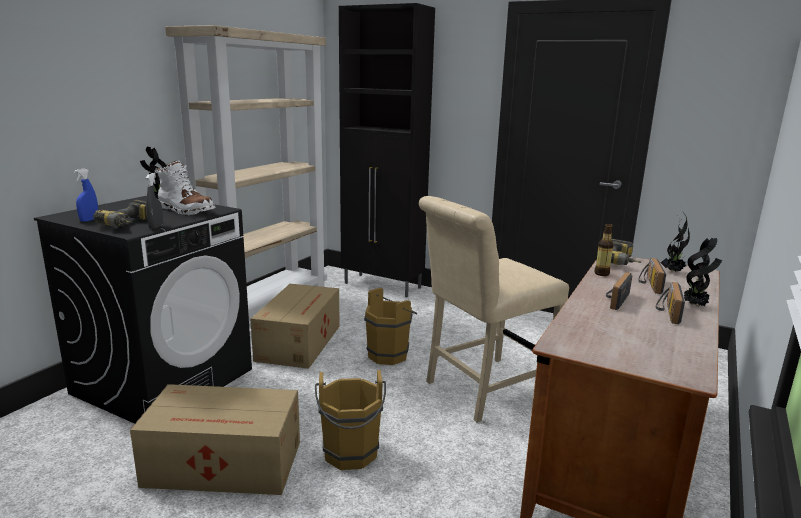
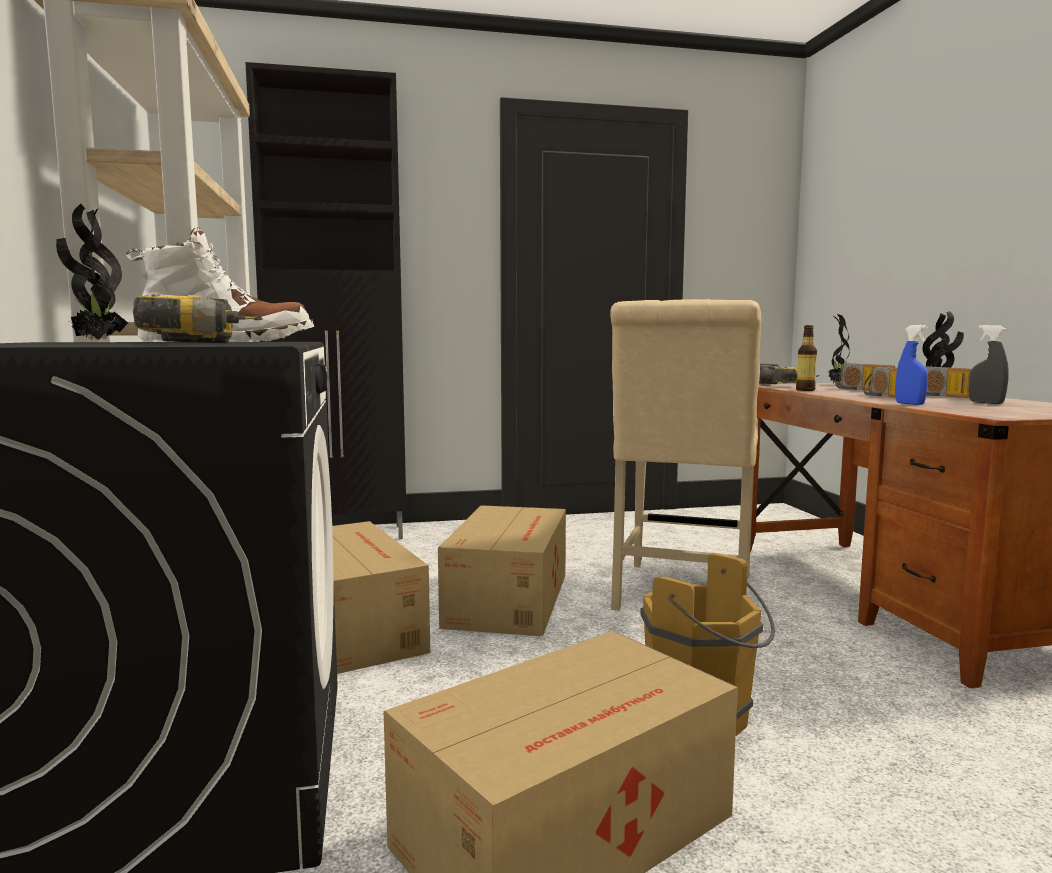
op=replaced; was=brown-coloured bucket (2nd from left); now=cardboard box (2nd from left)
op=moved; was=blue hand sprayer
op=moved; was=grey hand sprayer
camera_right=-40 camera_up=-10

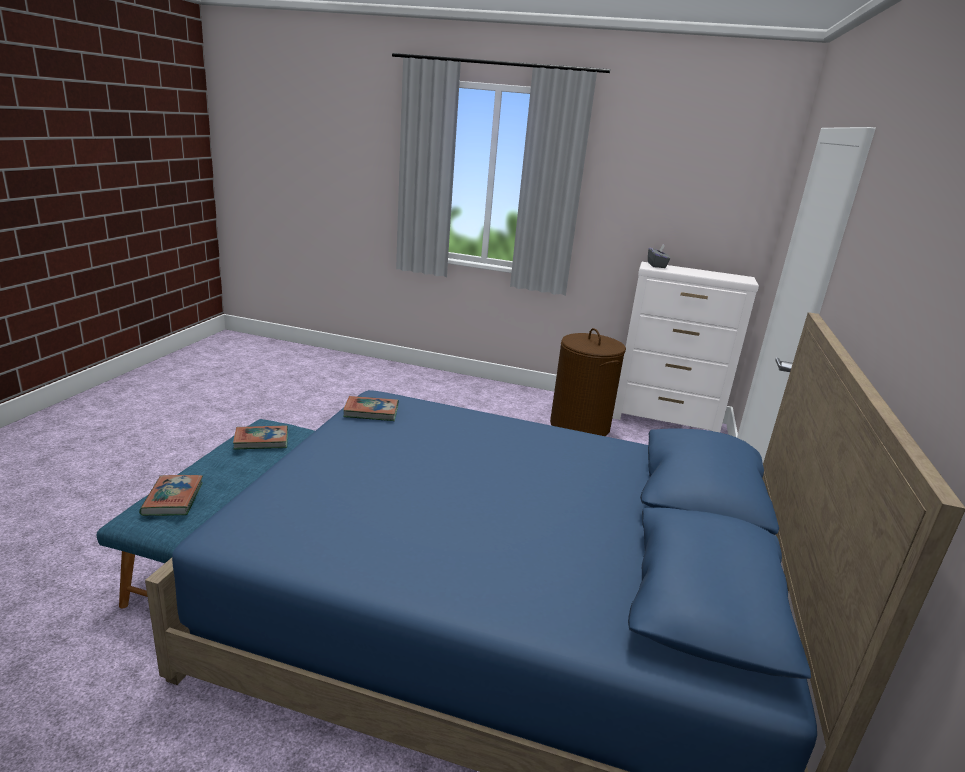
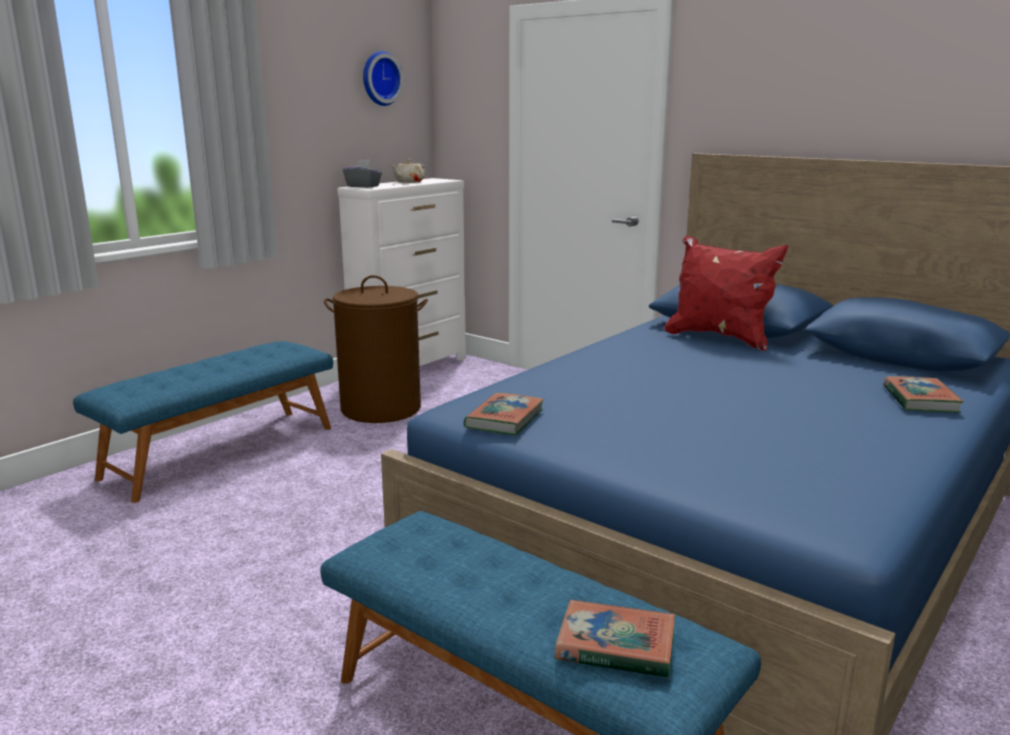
op=added; now=blue long seat (1st from left)
op=added; now=hanging clock
op=added; now=beige-coloured teapot
op=added; now=red-coloured pillow
op=moved; was=volume (2nd from left in the first image); now=volume (3rd from left)
camera_right=-65 camera_up=-5

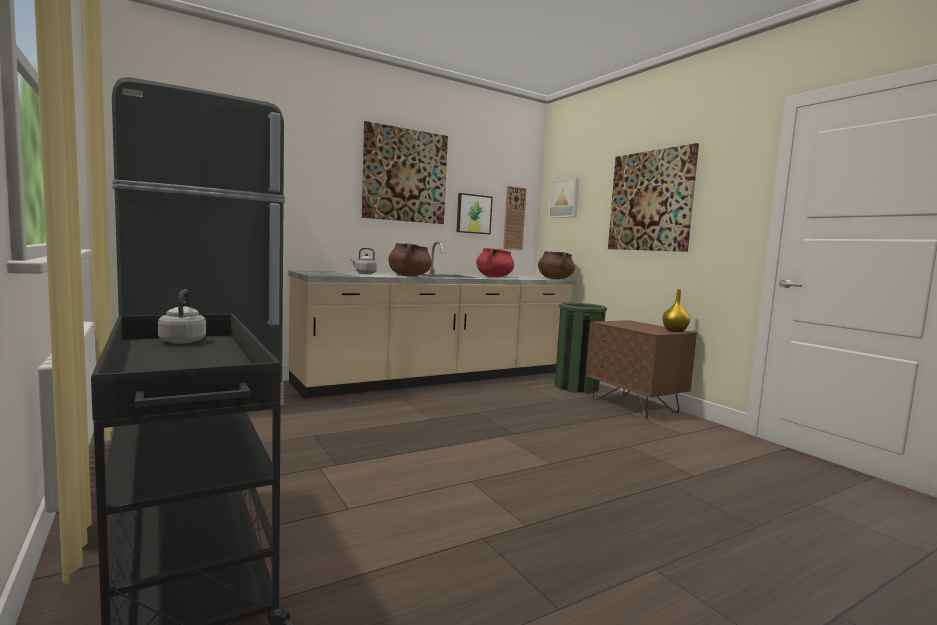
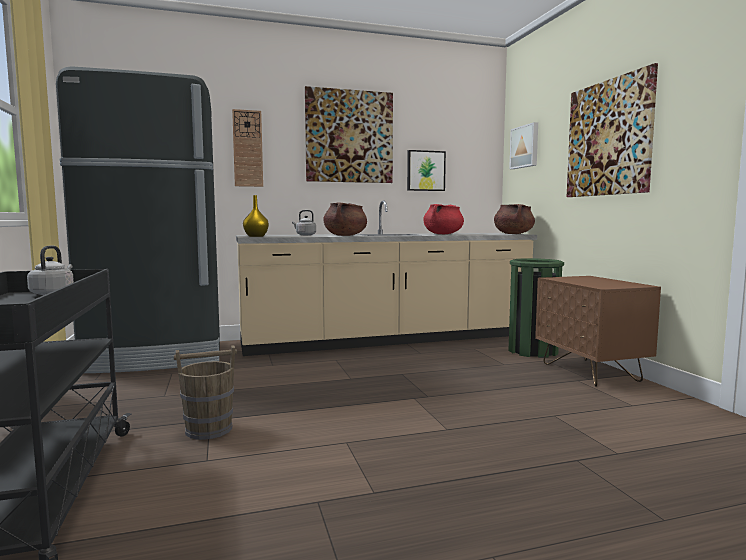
op=added; now=brown-coloured bucket
op=moved; was=hanging clock
op=moved; was=yellowish flower vase
camera_right=15 camera_up=0

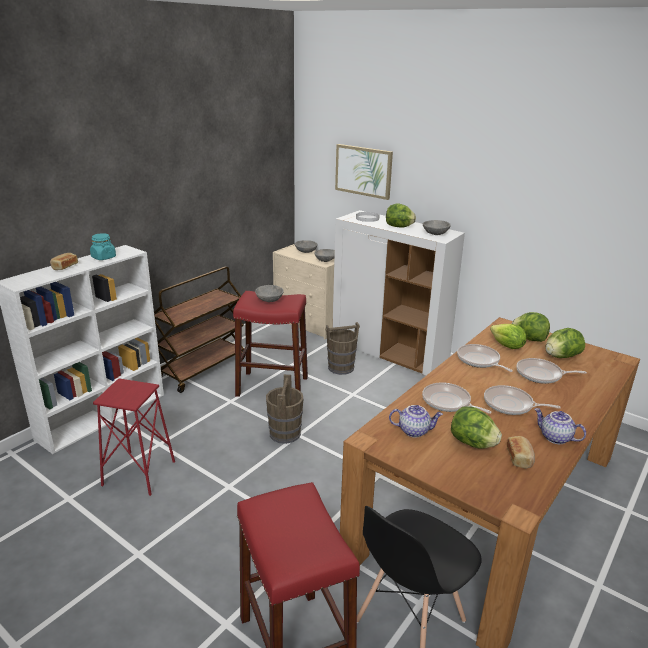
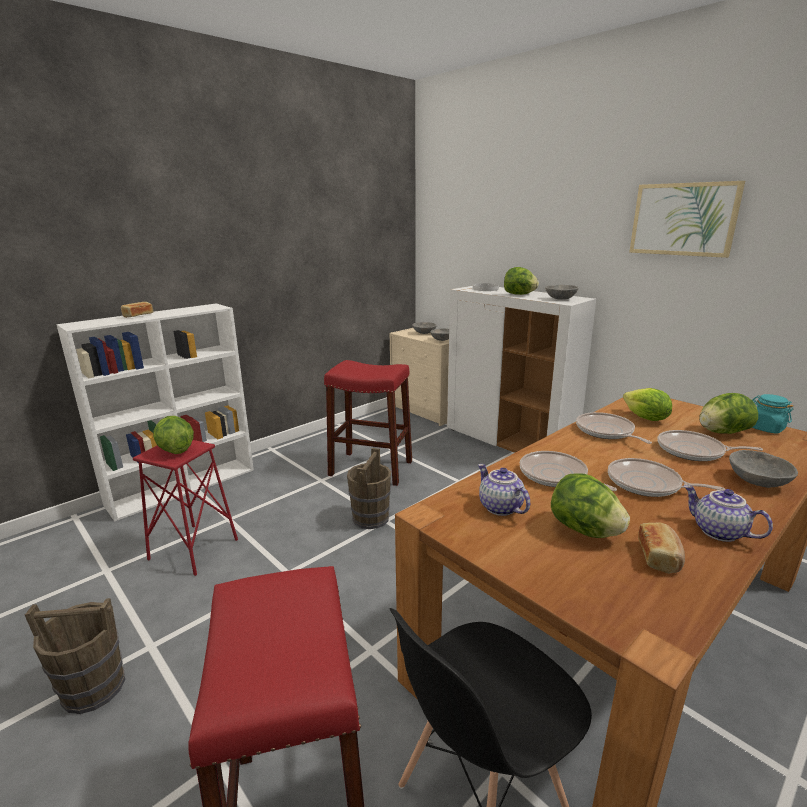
op=moved; was=brown-coloured bucket (2nd from left in the first image); now=brown-coloured bucket (1st from left)
op=moved; was=head of lettuce (4th from left in the first image); now=head of lettuce (1st from left)
op=turned; was=teapot (1st from left); clockwise=-135
op=moved; was=picture
op=moved; was=grey bowl (1st from left in the first image); now=grey bowl (4th from left)
op=moved; was=turquoise-coloured storage jar
op=removed; was=brown-coloured wheeled cart
camera_right=10 camera_up=-5

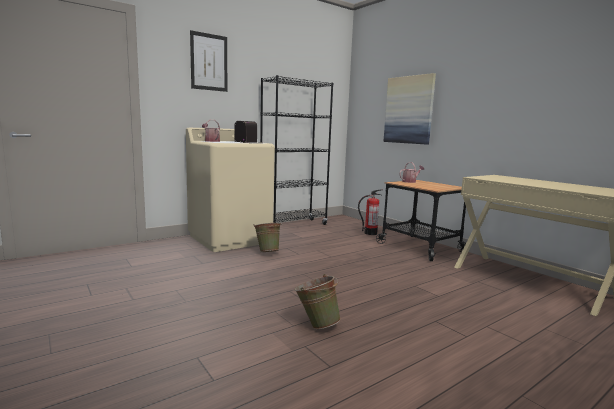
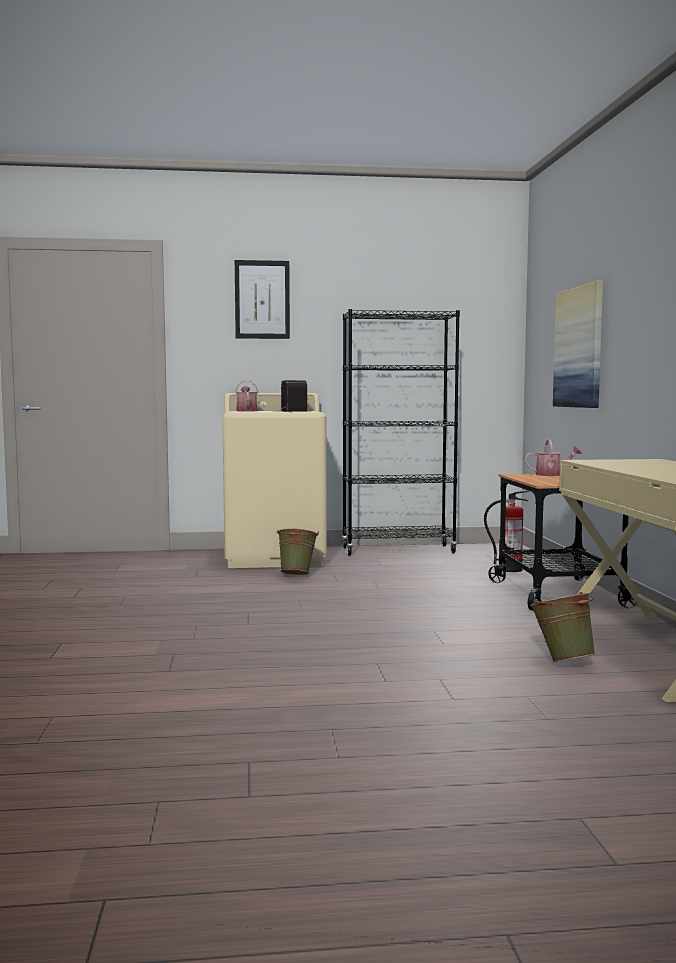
op=moved; was=greenish bucket (2nd from left)
camera_right=30 camera_up=-5

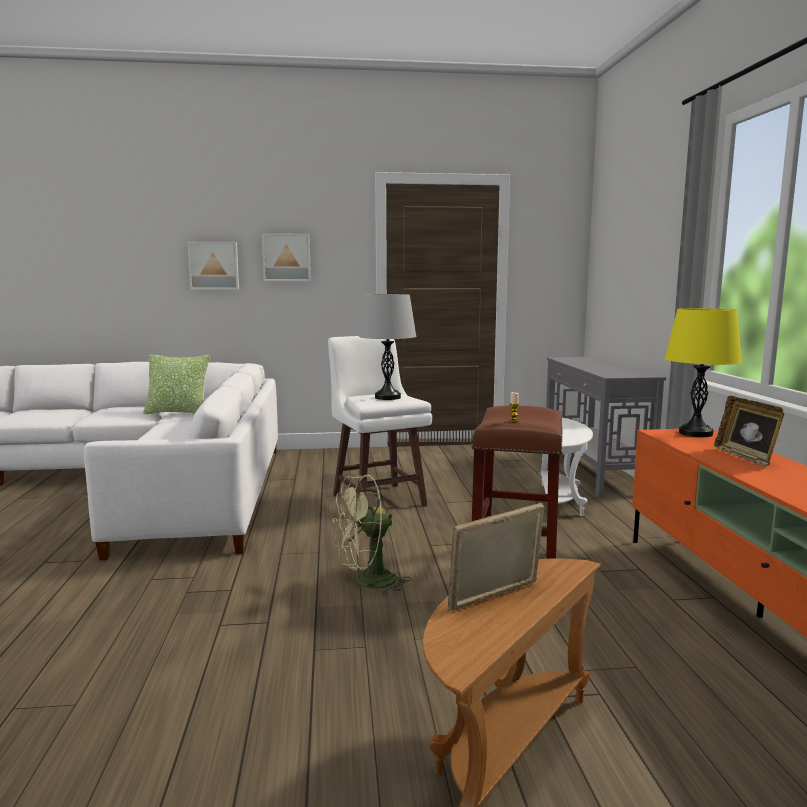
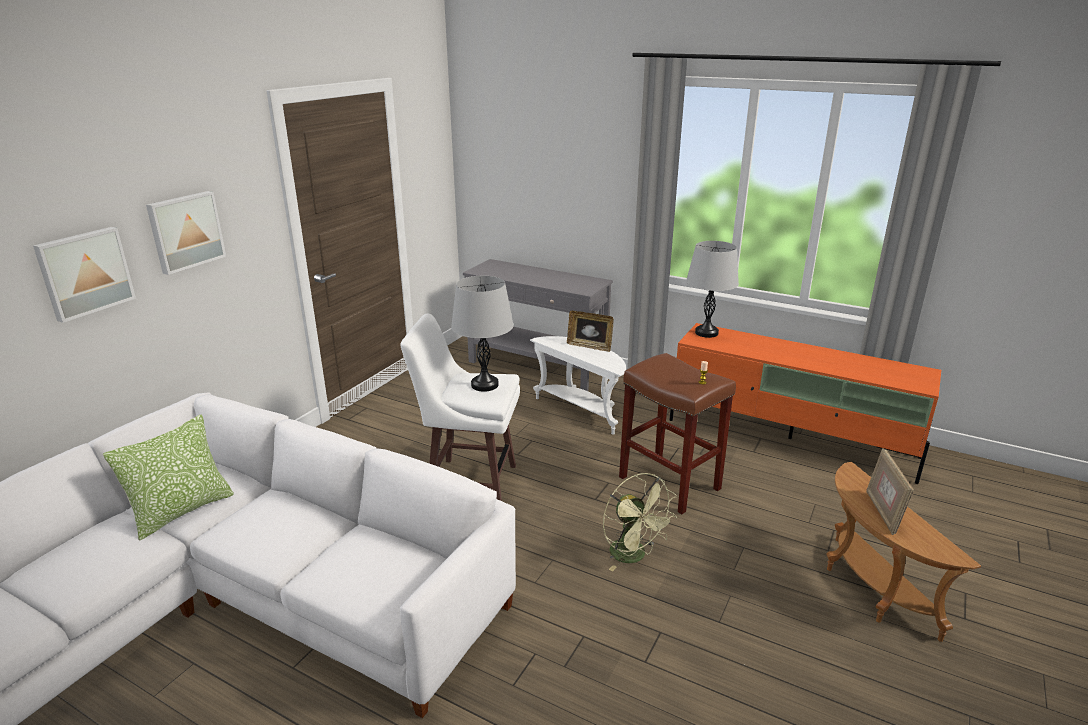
op=moved; was=standing frame (2nd from left in the first image); now=standing frame (1st from left)
op=turned; was=greenish cooling fan; clockwise=-45
op=recoloured; was=yellowish tabletop lamp; now=grey tabletop lamp (2nd from left)
camera_right=-55 camera_up=15

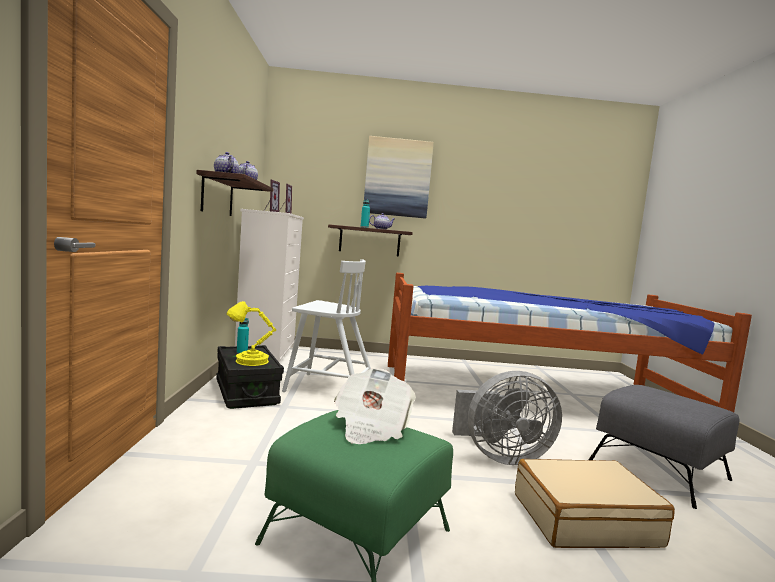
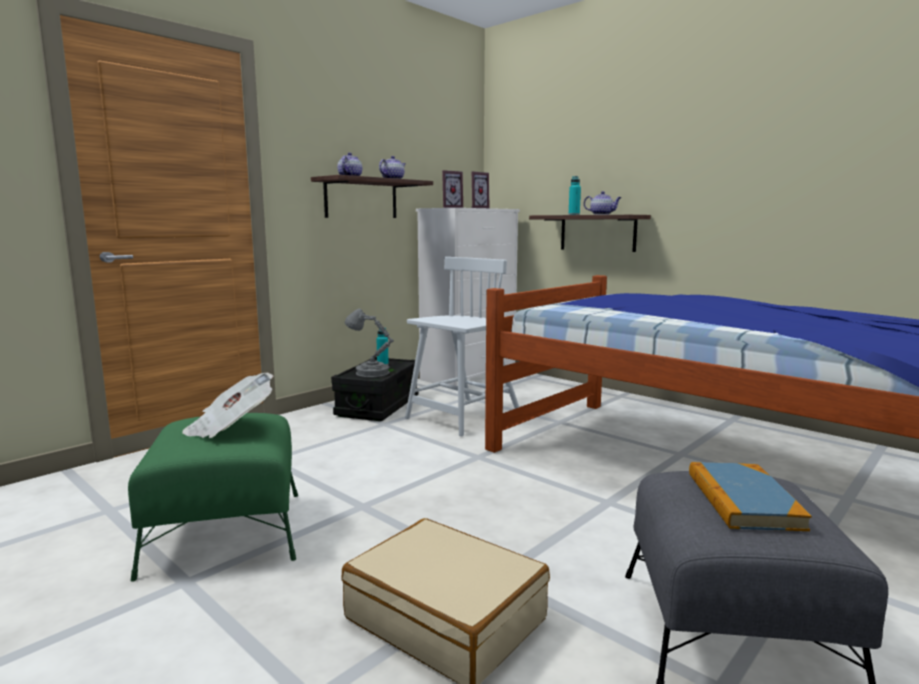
op=recoloured; was=yellowish tabletop lamp; now=grey tabletop lamp
op=turned; was=whitish chair; clockwise=-105
op=added; now=volume
op=removed; was=picture
op=removed; was=grey cooling fan
camera_right=45 camera_up=5

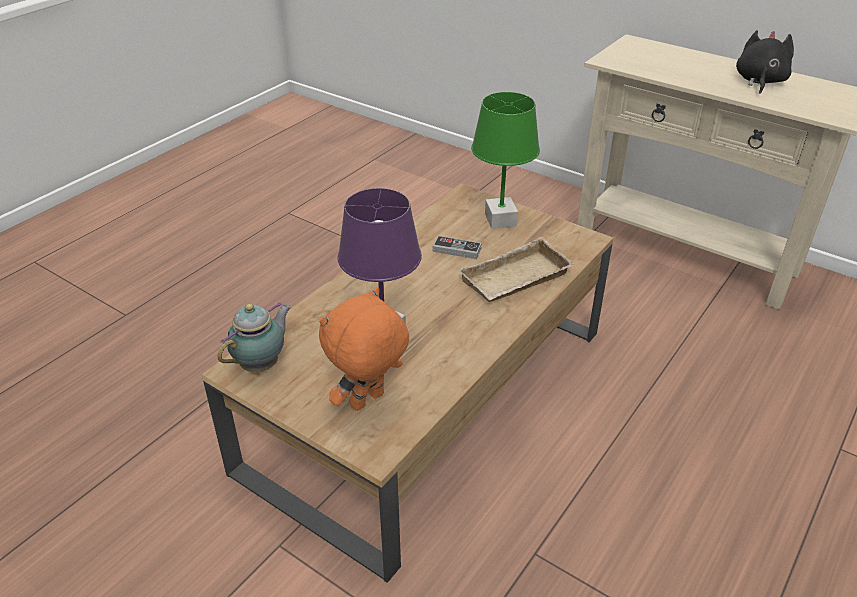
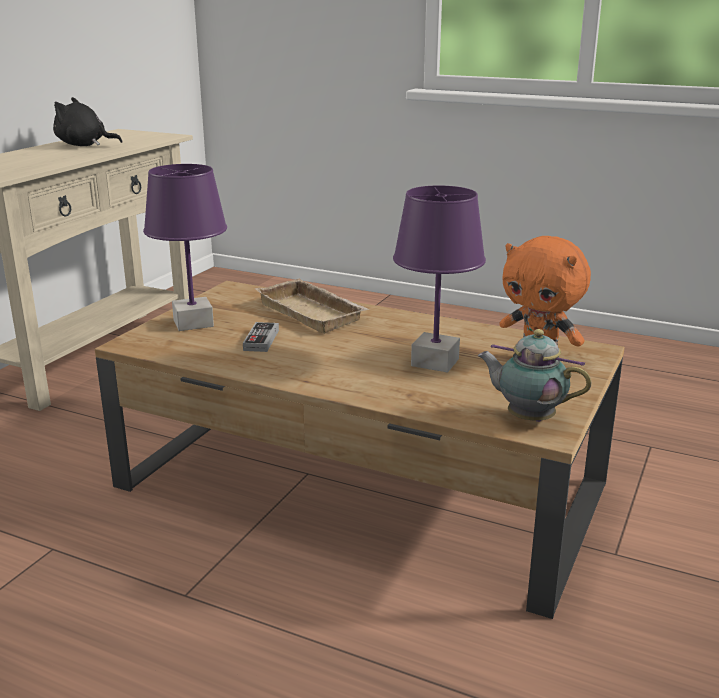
op=recoloured; was=greenish tabletop lamp; now=purple-coloured tabletop lamp (1st from left)
camera_right=-100 camera_up=-15

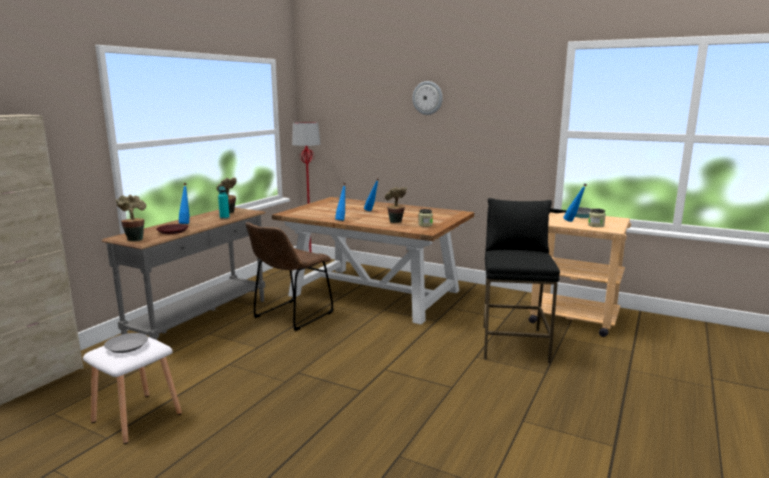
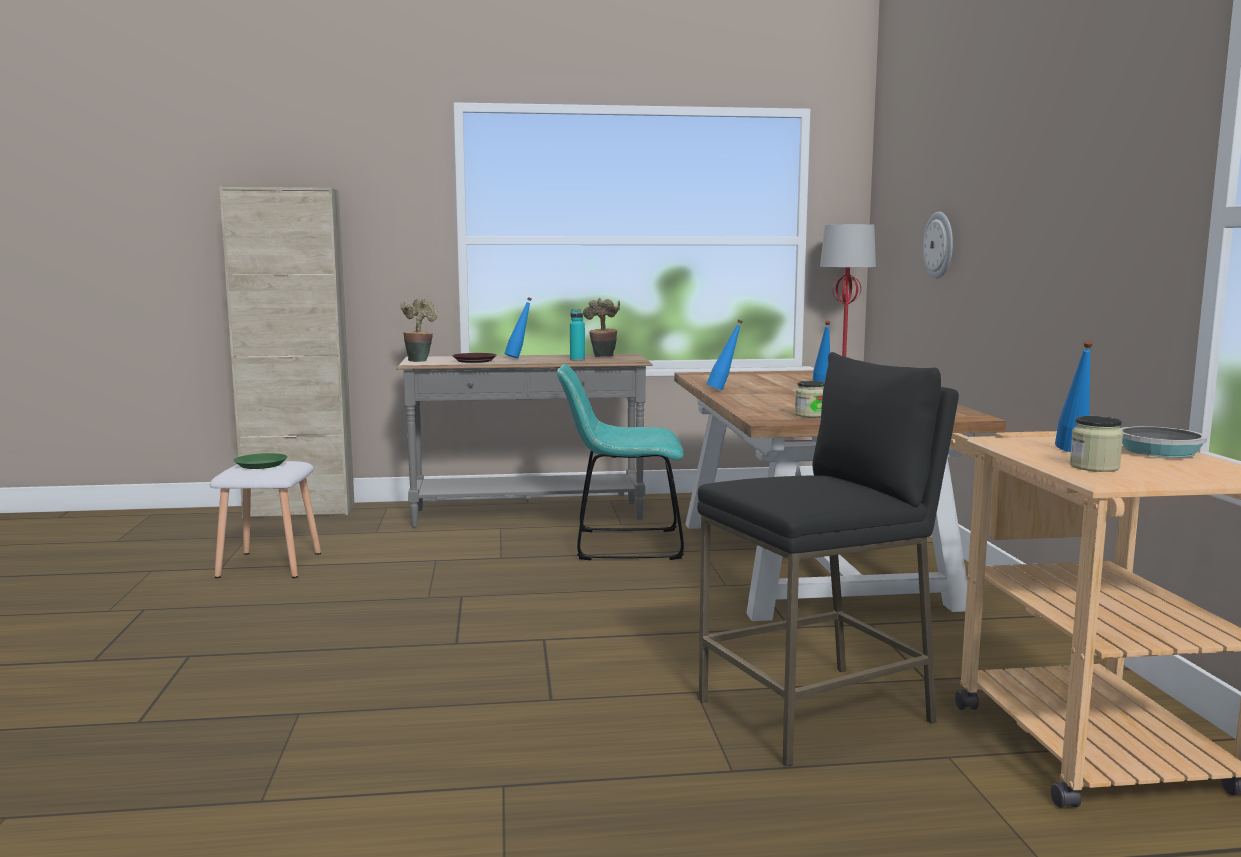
op=recoloured; was=grey flat dish; now=greenish flat dish
op=recoloured; was=brown-coloured chair; now=turquoise-coloured chair
op=moved; was=hanging clock
op=removed; was=houseplant (3rd from left)
camera_right=55 camera_up=-5

